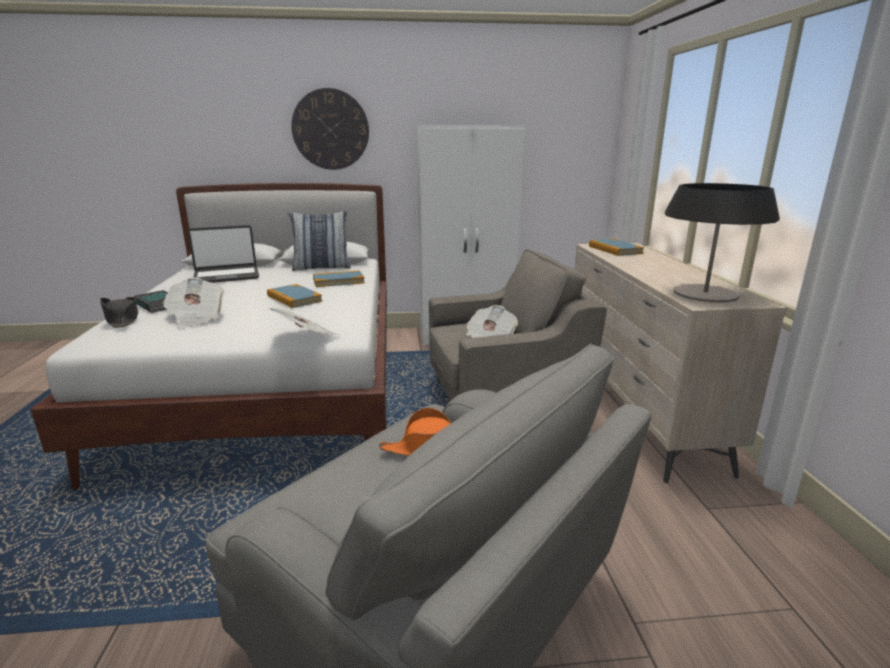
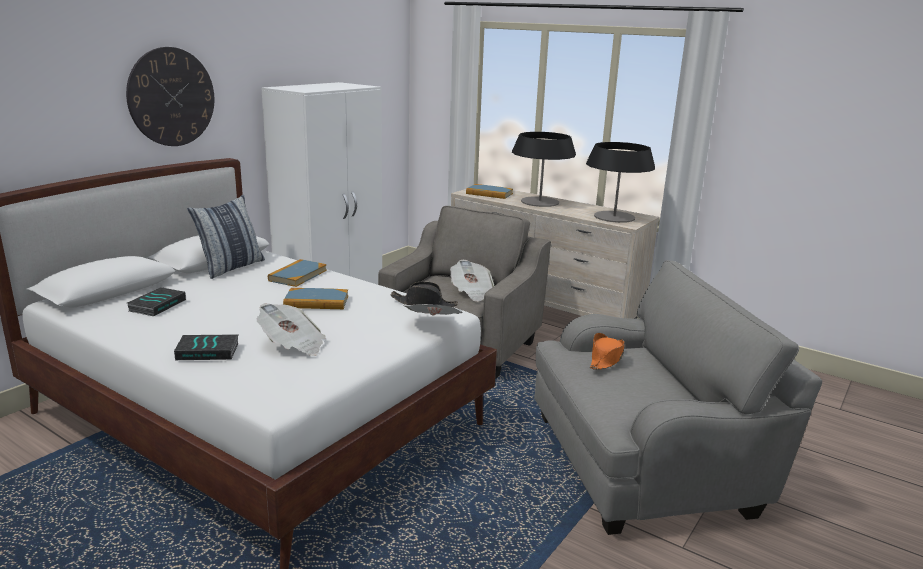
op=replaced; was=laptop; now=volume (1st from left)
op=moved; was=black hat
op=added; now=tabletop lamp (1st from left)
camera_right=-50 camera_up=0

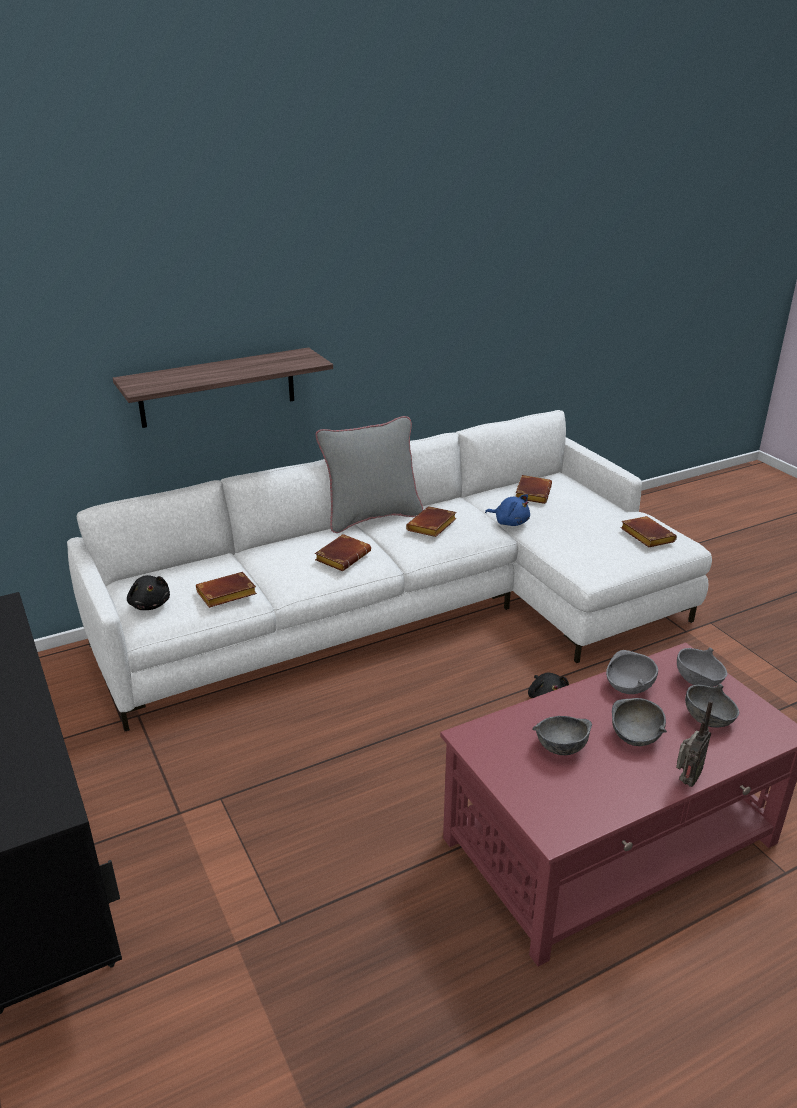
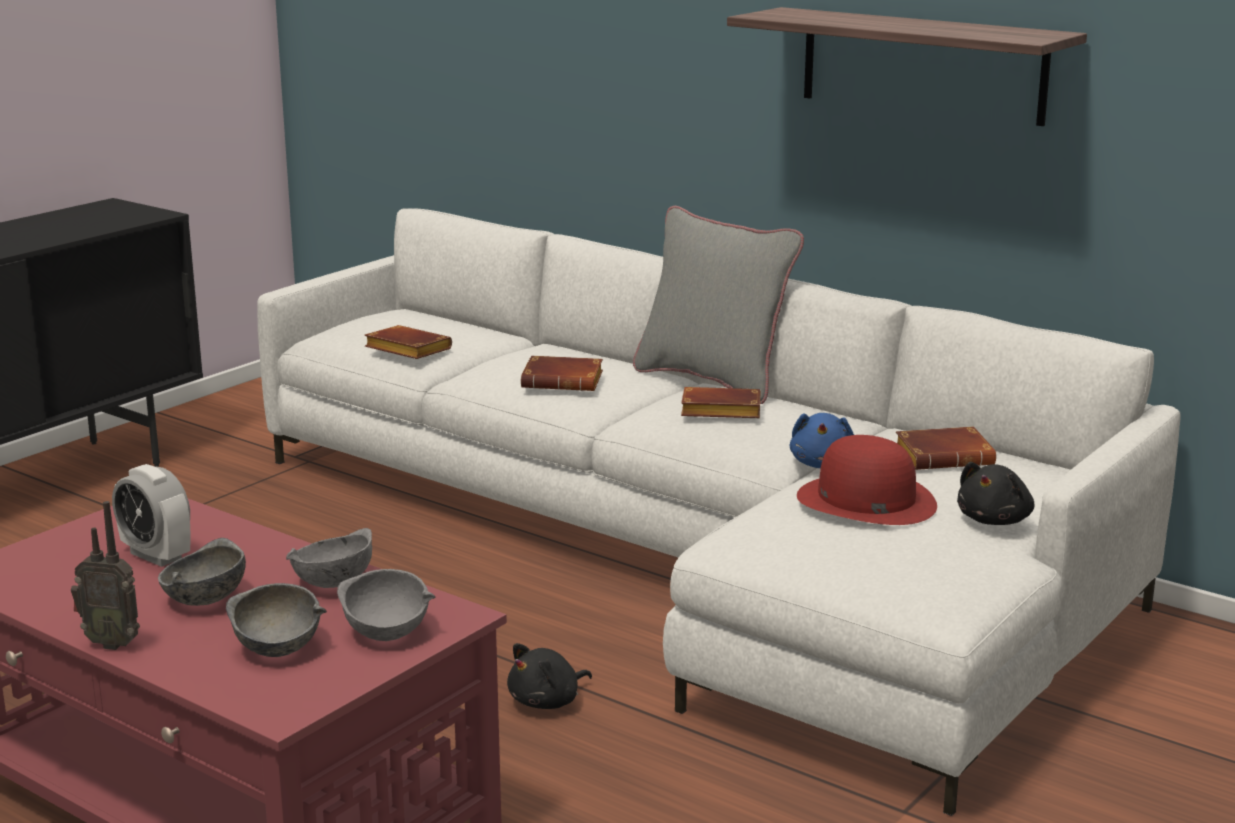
op=replaced; was=grey bowl (1st from left); now=bedside clock
op=moved; was=shelf
op=added; now=red-coloured hat
op=moved; was=black plush toy (1st from left in the first image); now=black plush toy (2nd from left)
op=removed; was=brown-coloured volume (5th from left)
camera_right=65 camera_up=-10

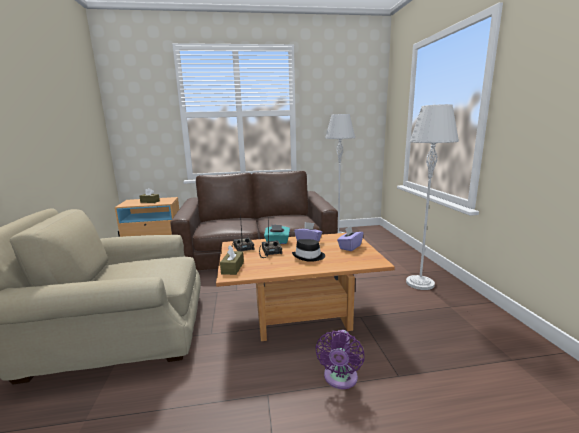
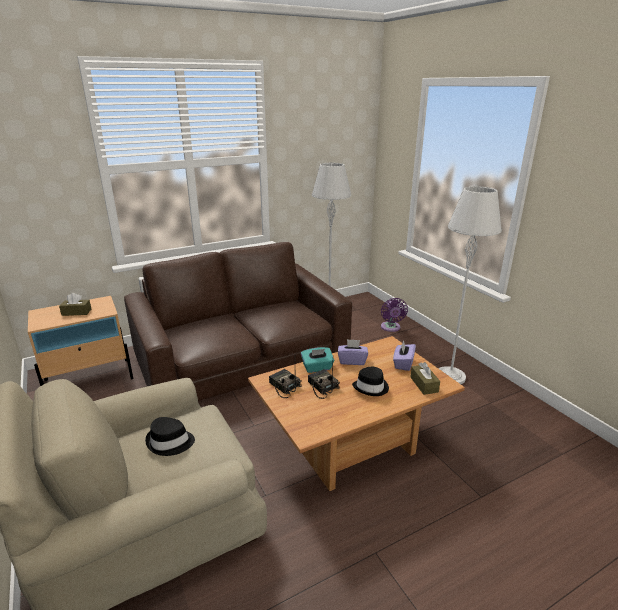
op=added; now=black hat (1st from left)
op=moved; was=purple-coloured cooling fan
op=moved; was=brown-coloured tissue holder (2nd from left)
camera_right=-20 camera_up=10

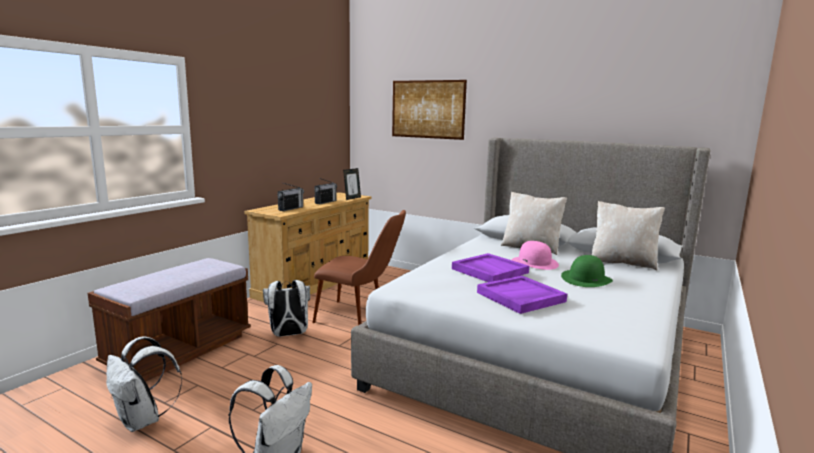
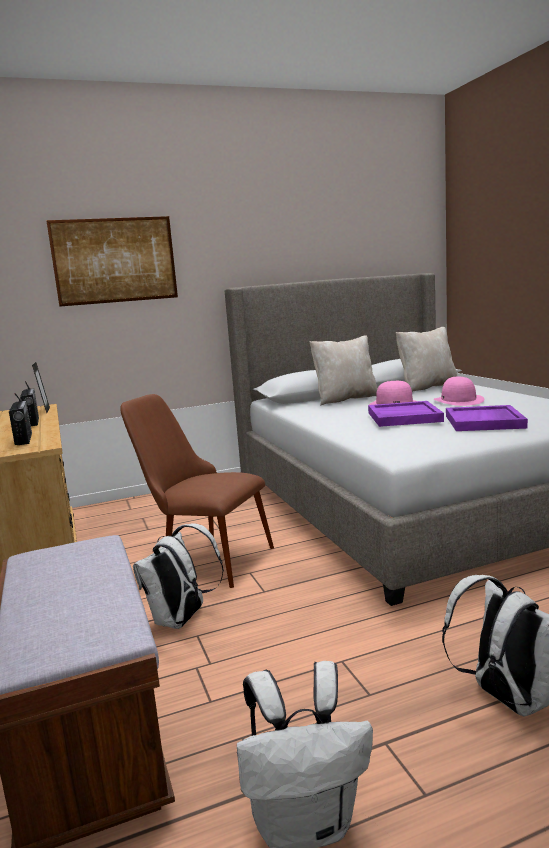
op=turned; was=brown-coloured chair; clockwise=-120
op=recoloured; was=greenish hat; now=pink hat (2nd from left)
camera_right=-50 camera_up=0

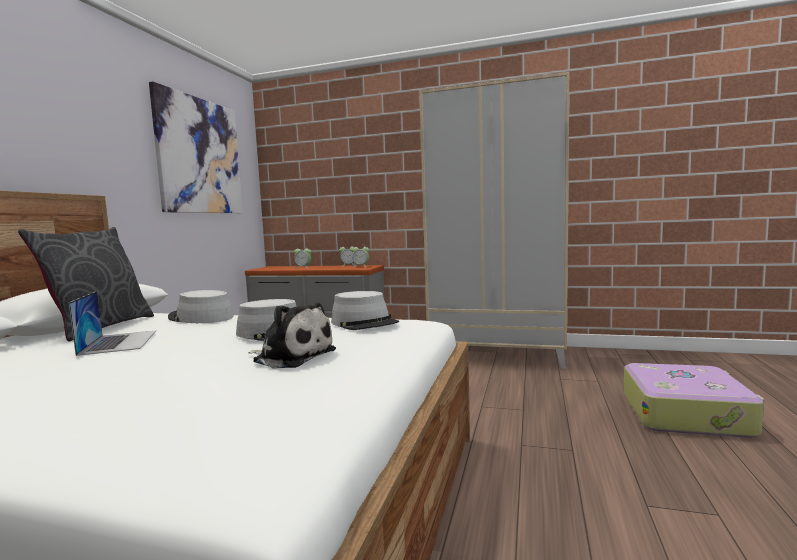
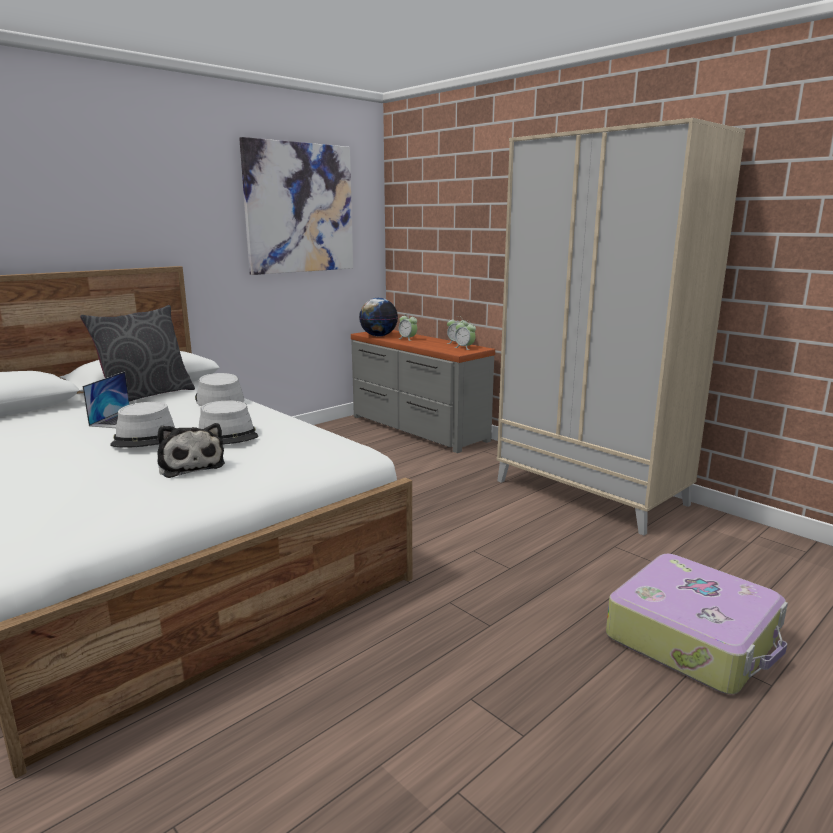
op=moved; was=grey hat (3rd from left in the first image); now=grey hat (1st from left)
op=added; now=desk globe
camera_right=30 camera_up=10

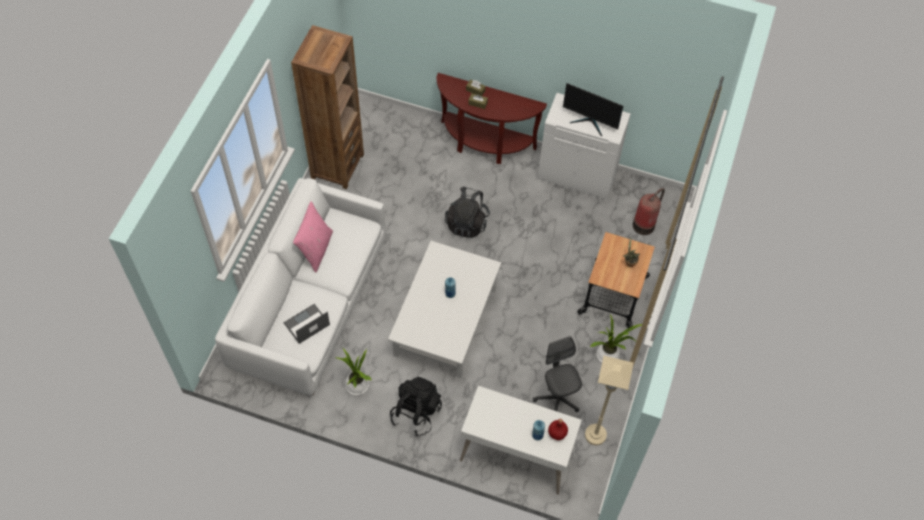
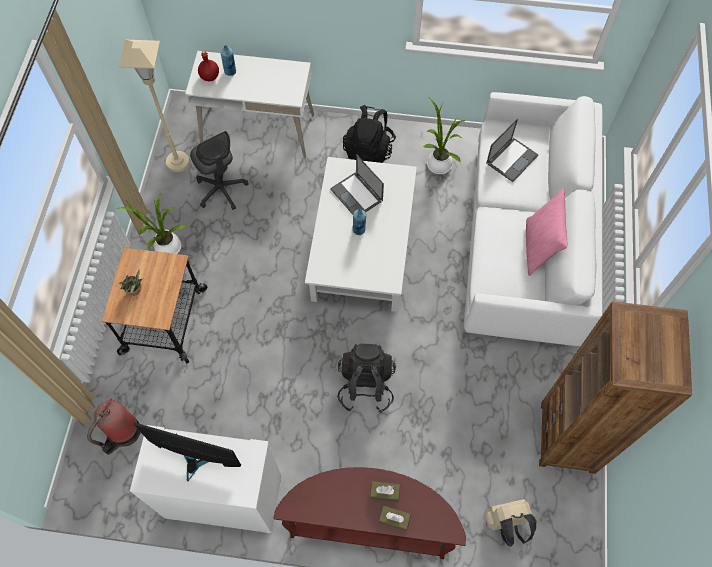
op=added; now=laptop (1st from left)
op=added; now=beige-coloured backpack
camera_right=170 camera_up=5

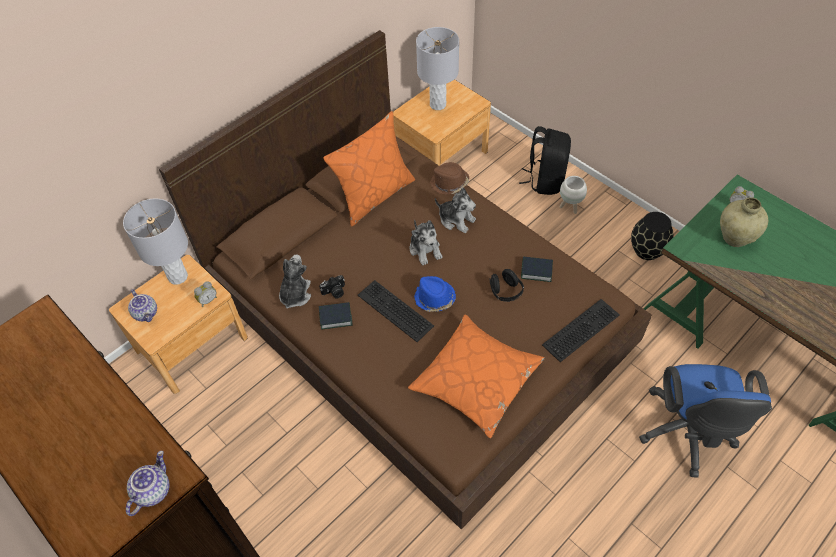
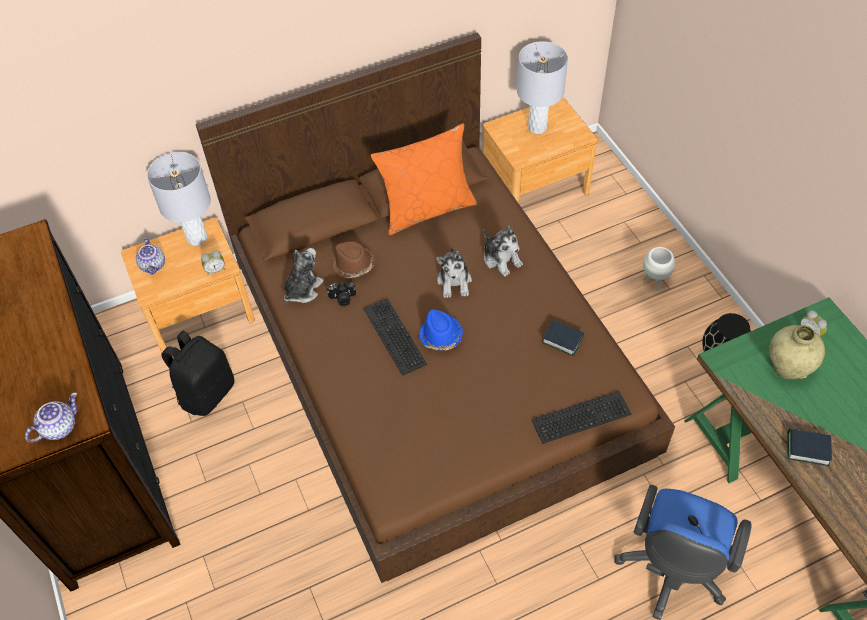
op=moved; was=black backpack
op=moved; was=brown-coloured hat
op=moved; was=volume (1st from left in the first image); now=volume (2nd from left)
op=removed; was=orangey pillow (2nd from left)
op=removed; was=black headphones
camera_right=20 camera_up=0

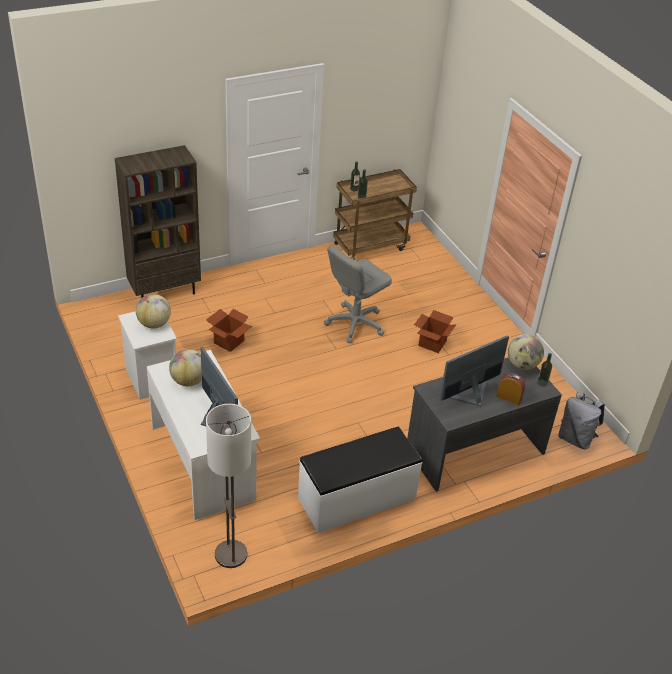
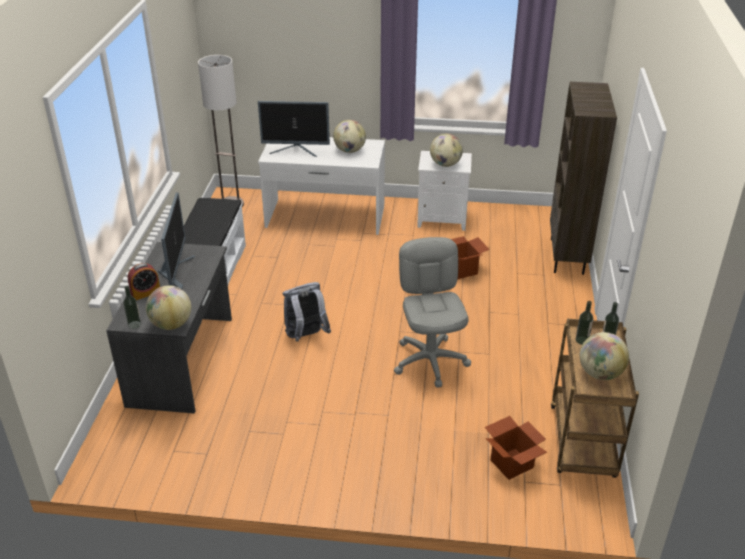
op=moved; was=grey backpack
op=moved; was=cardboard box (2nd from left)
op=added; now=desk globe (4th from left)
camera_right=125 camera_up=-5

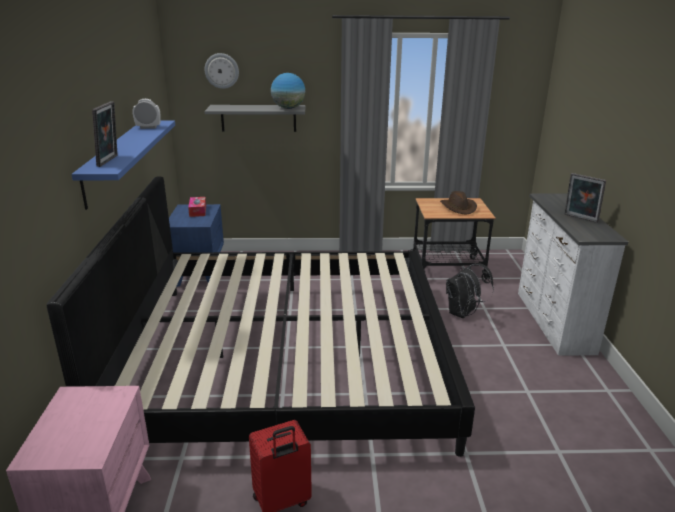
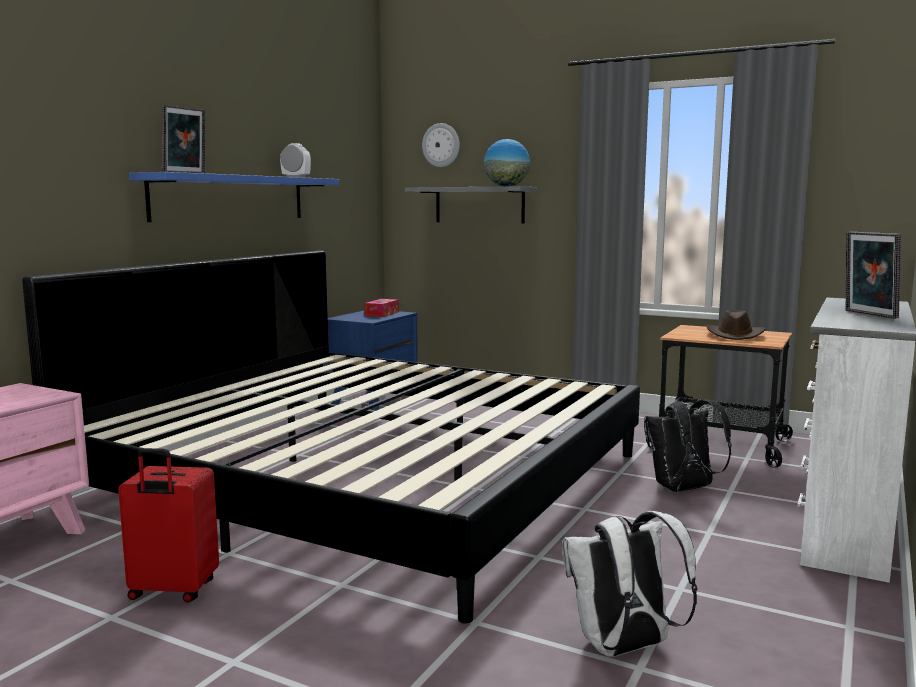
op=added; now=whitish backpack
camera_right=30 camera_up=-15

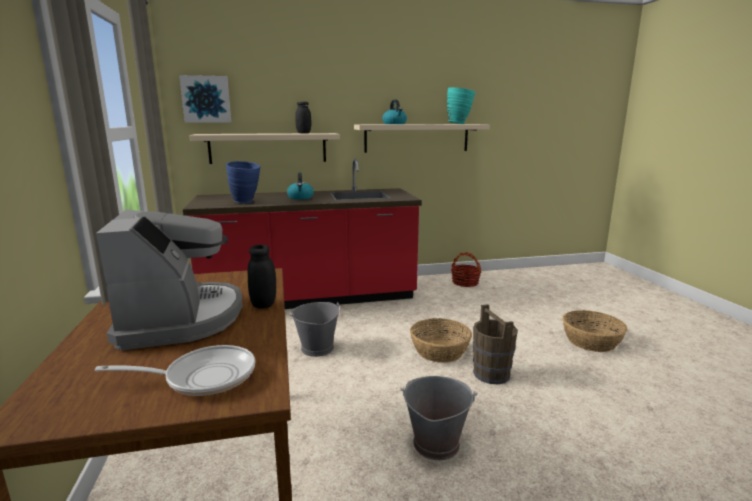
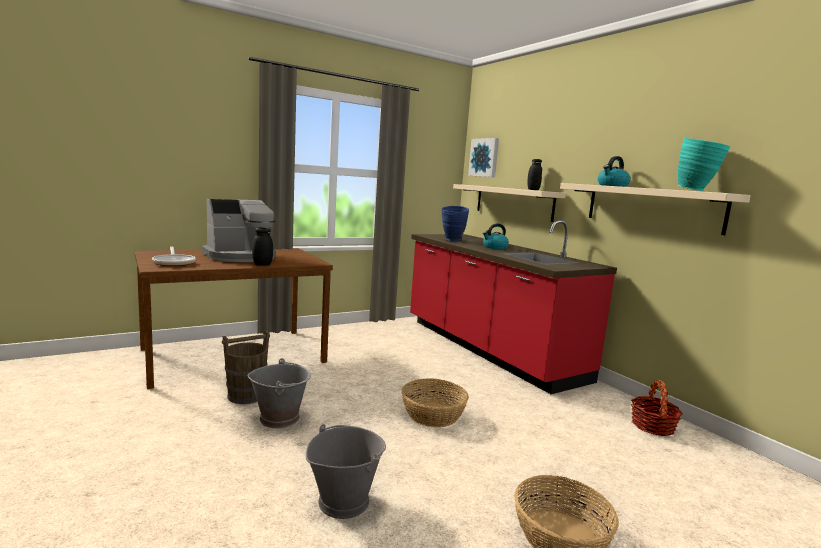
op=moved; was=brown-coloured bucket
op=moved; was=grey bucket (1st from left in the first image); now=grey bucket (2nd from left)
camera_right=70 camera_up=-5

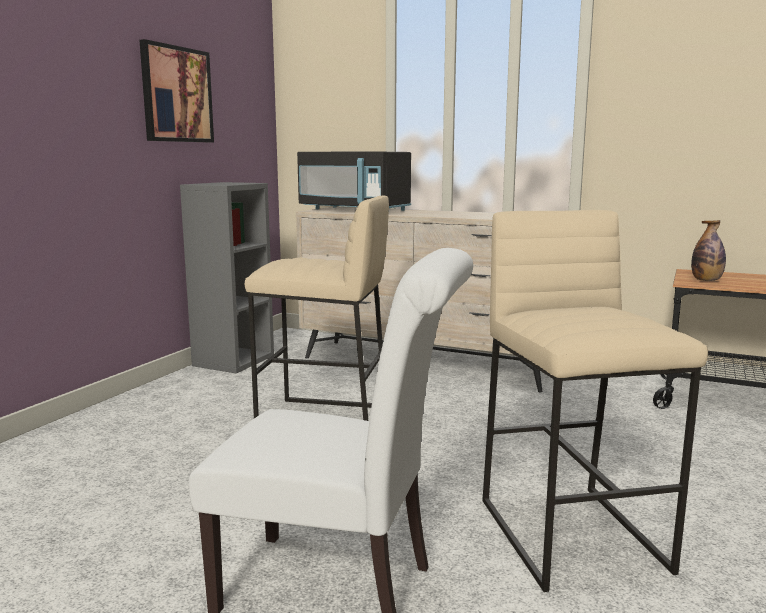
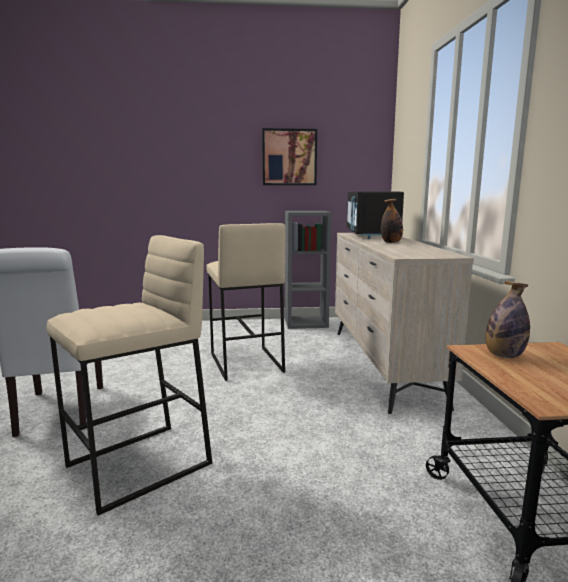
op=added; now=drink bottle (1st from left)
camera_right=60 camera_up=0

